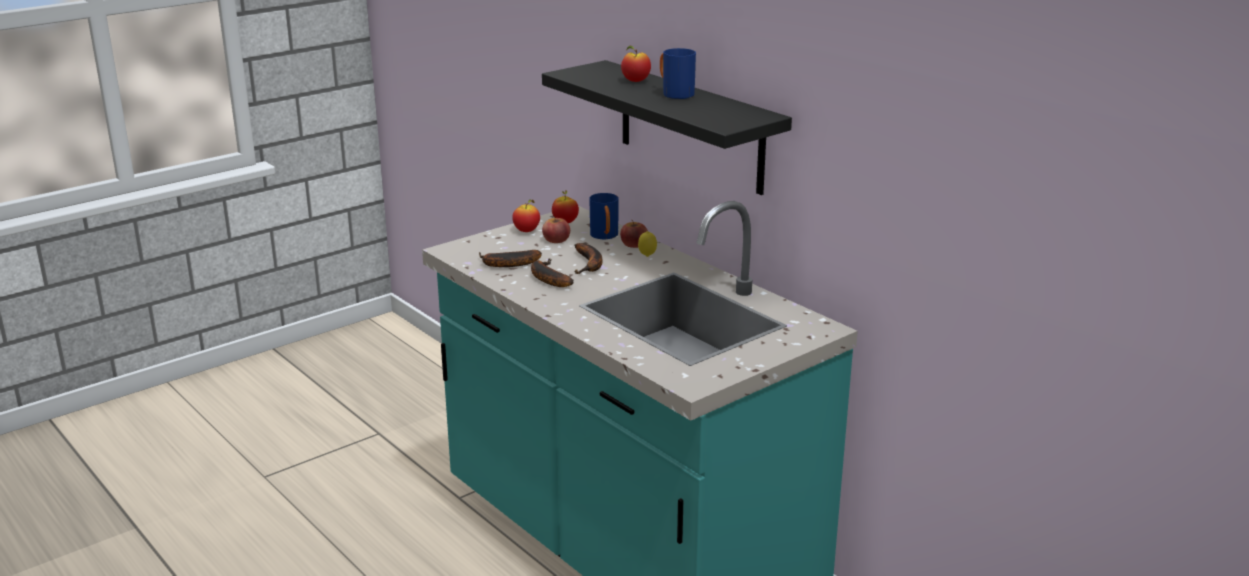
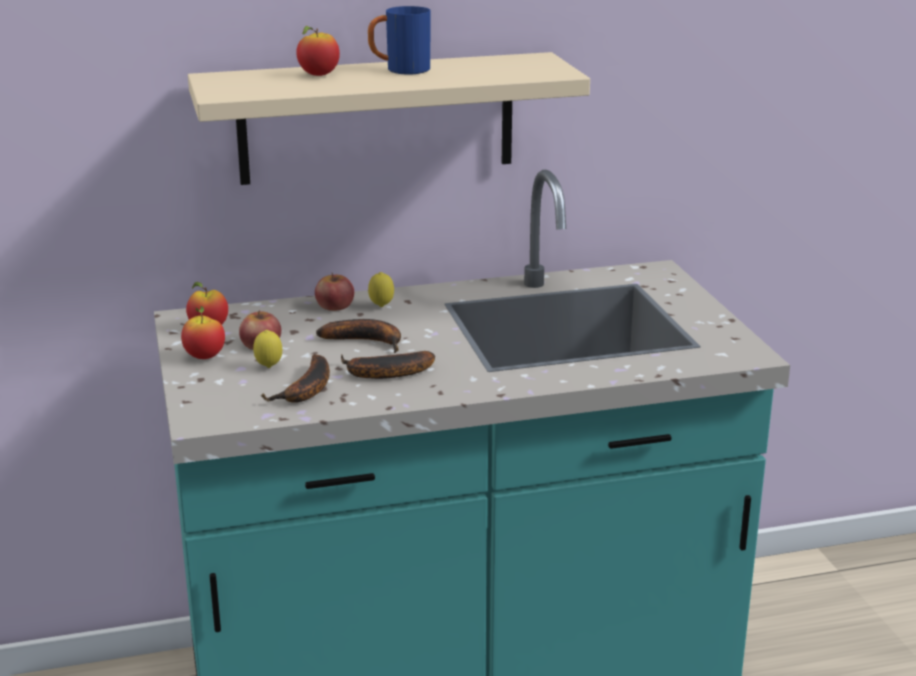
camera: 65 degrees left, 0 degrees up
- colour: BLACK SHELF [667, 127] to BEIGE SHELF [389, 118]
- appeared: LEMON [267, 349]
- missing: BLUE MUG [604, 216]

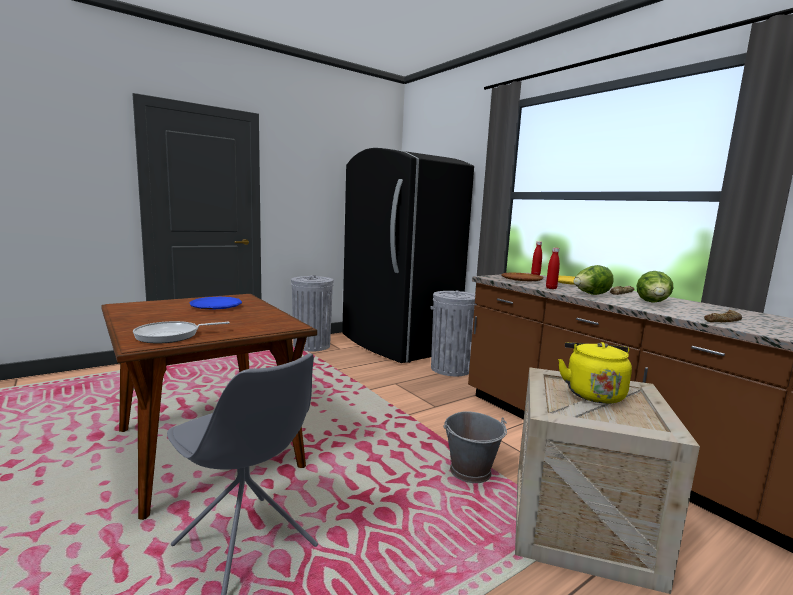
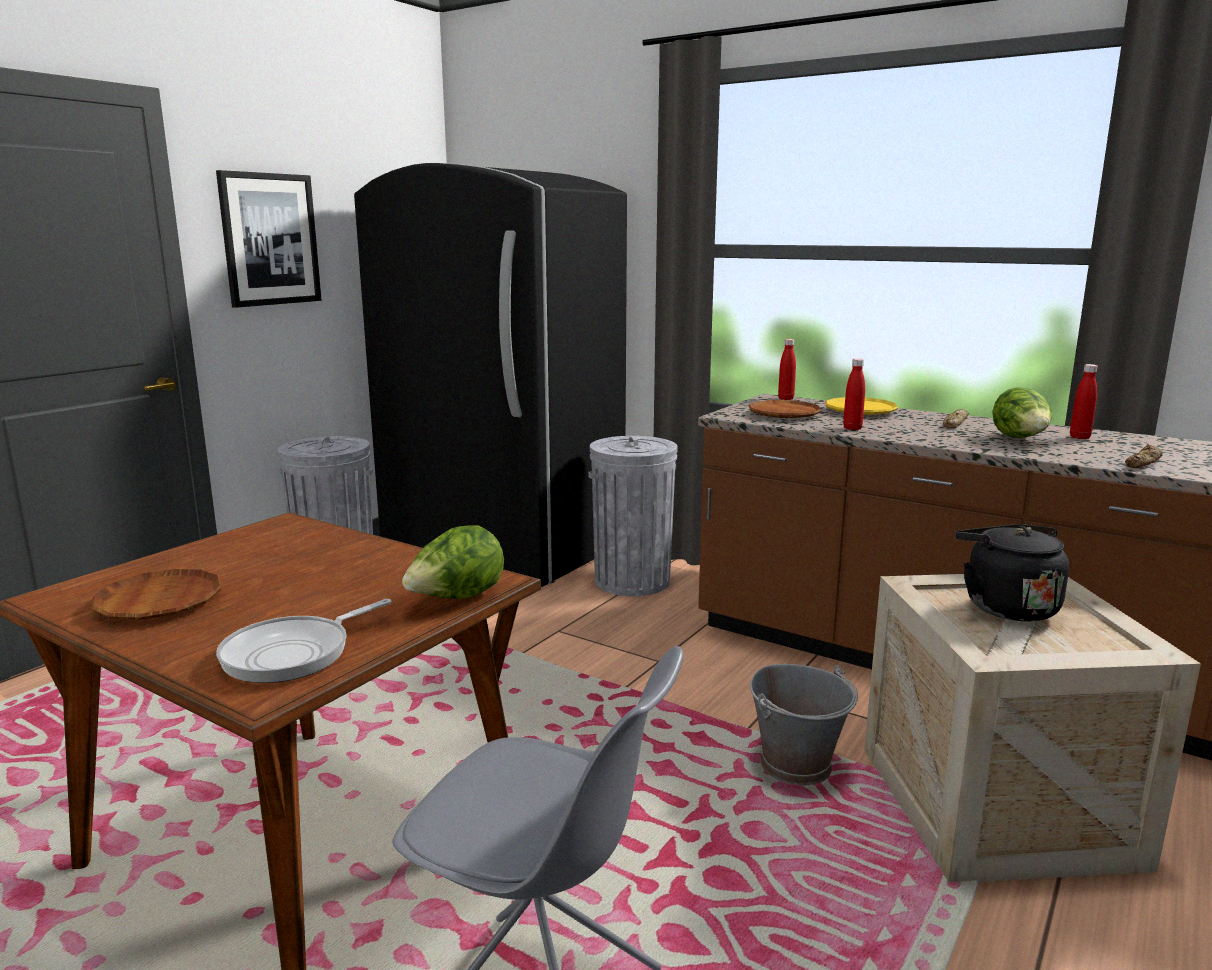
camera: 20 degrees left, 5 degrees up
- appeared: BROWN PLATE [156, 594]
- appeared: PICTURE [269, 239]
- relocated: LETTUCE [594, 280] to [453, 562]
- colour: YELLOW KETTLE [595, 373] to BLACK KETTLE [1012, 573]
- appeared: RED BOTTLE [1084, 401]
- missing: BLUE PLATE [216, 303]

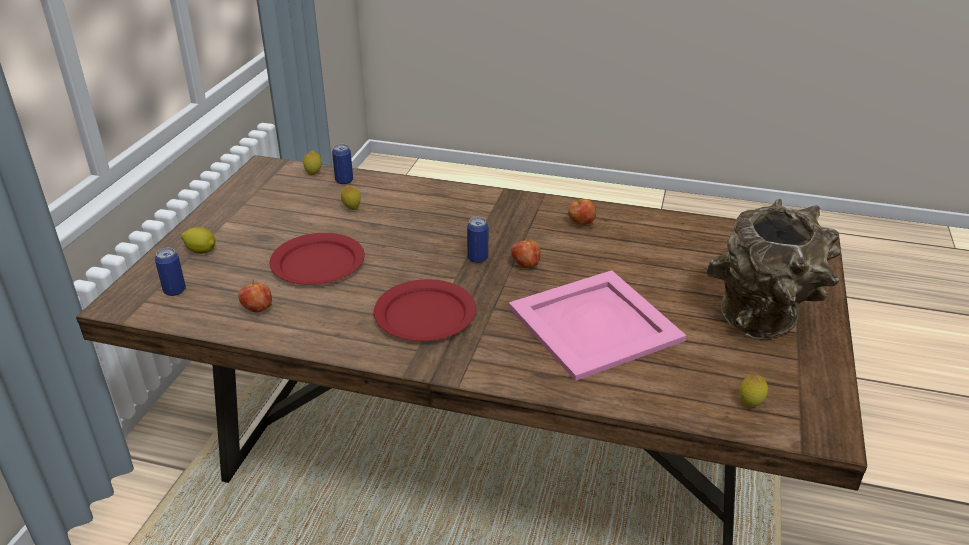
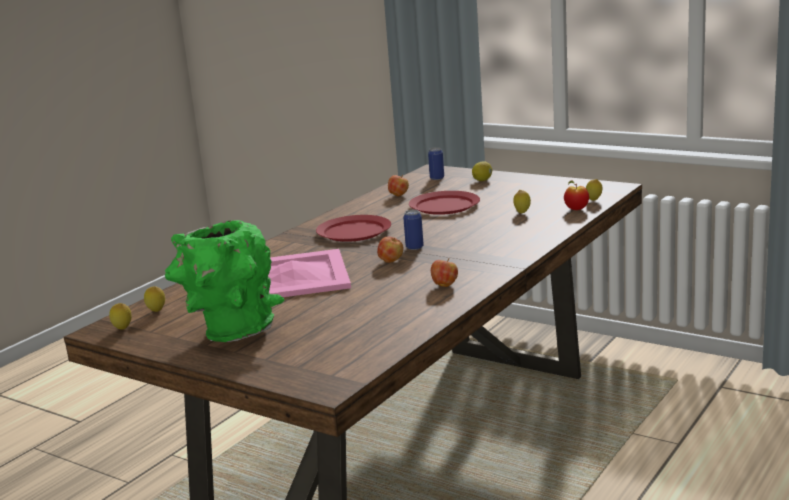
camera: 110 degrees right, 15 degrees down
- appeared: LEMON [120, 316]
- colour: BROWN VASE [774, 269] to GREEN VASE [225, 281]
- exchanged: CAN [342, 164] to APPLE [576, 195]

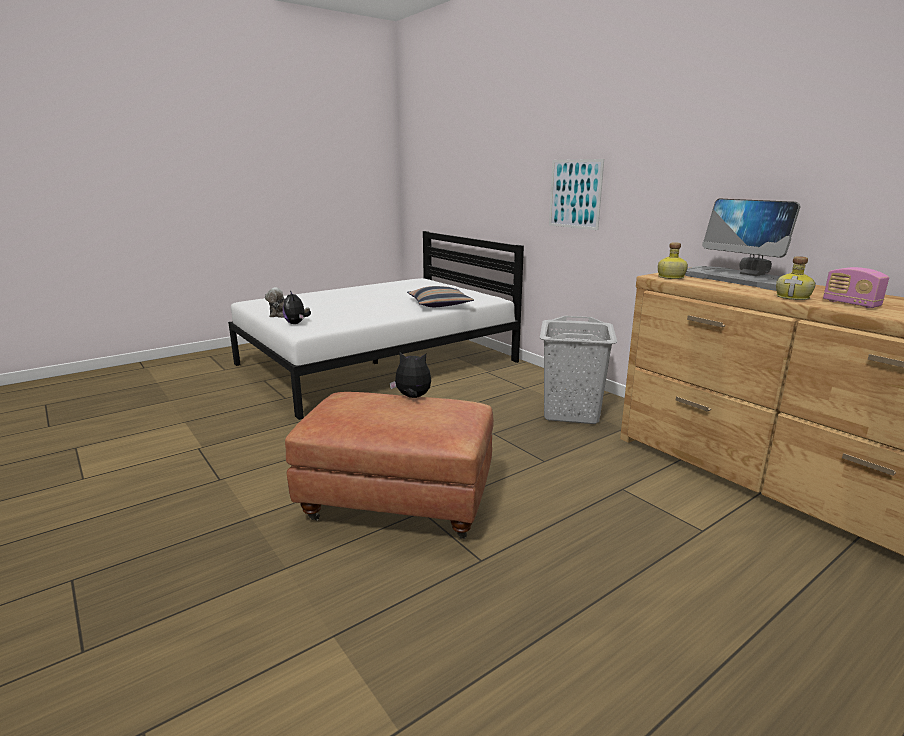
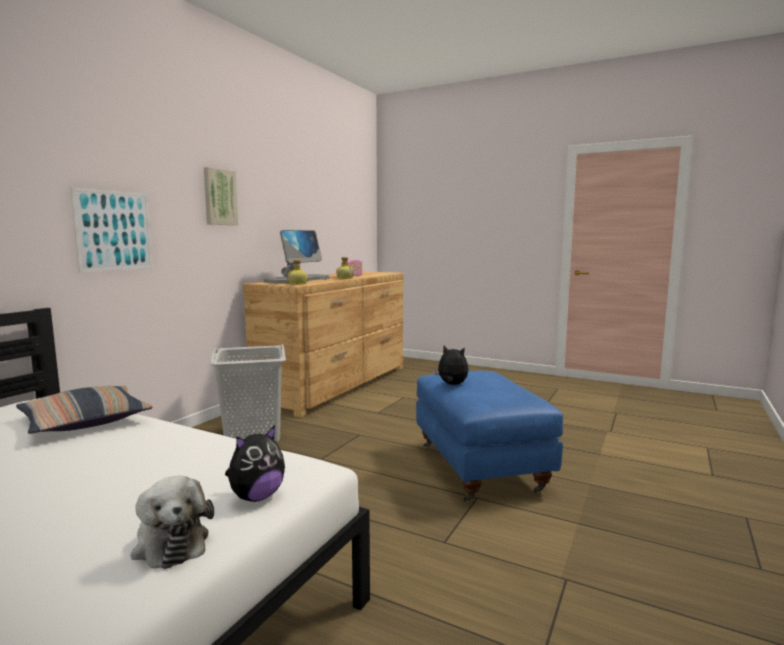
camera: 115 degrees left, 10 degrees down
- appeared: PICTURE [221, 196]
- colour: BROWN OTTOMAN [389, 465] to BLUE OTTOMAN [489, 437]
- spun: PLUSH TOY [410, 375] = [450, 365] 135 degrees clockwise

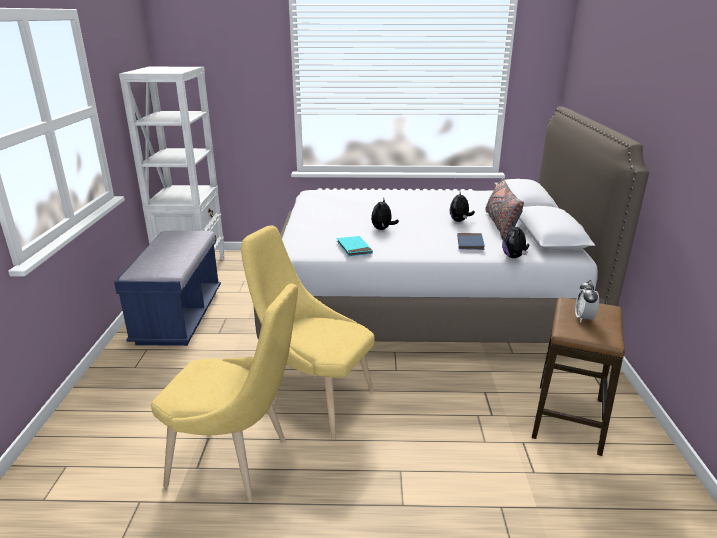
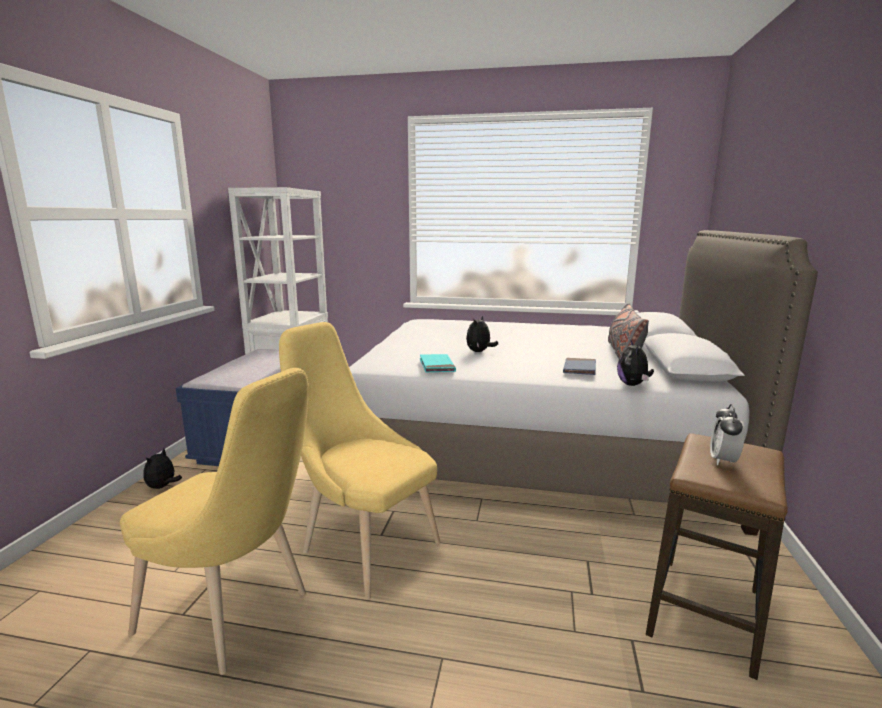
camera: 10 degrees right, 10 degrees down
- relocated: PLUSH TOY [462, 207] to [162, 469]

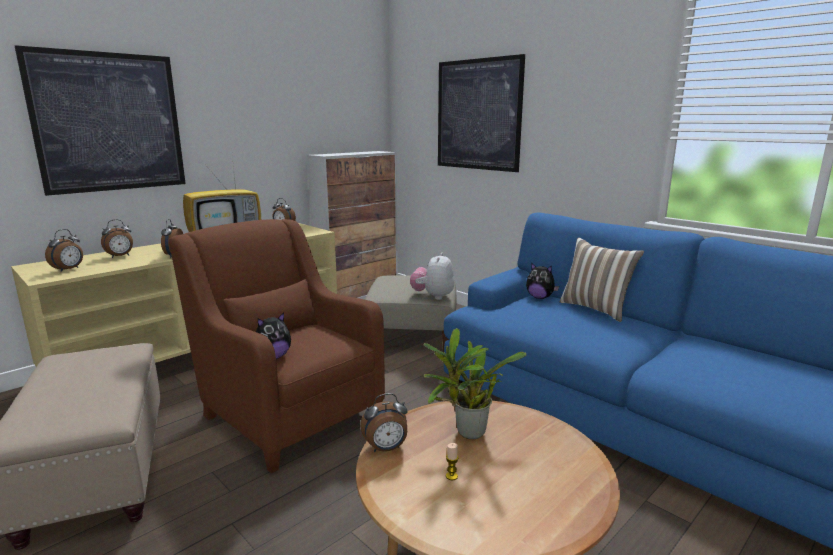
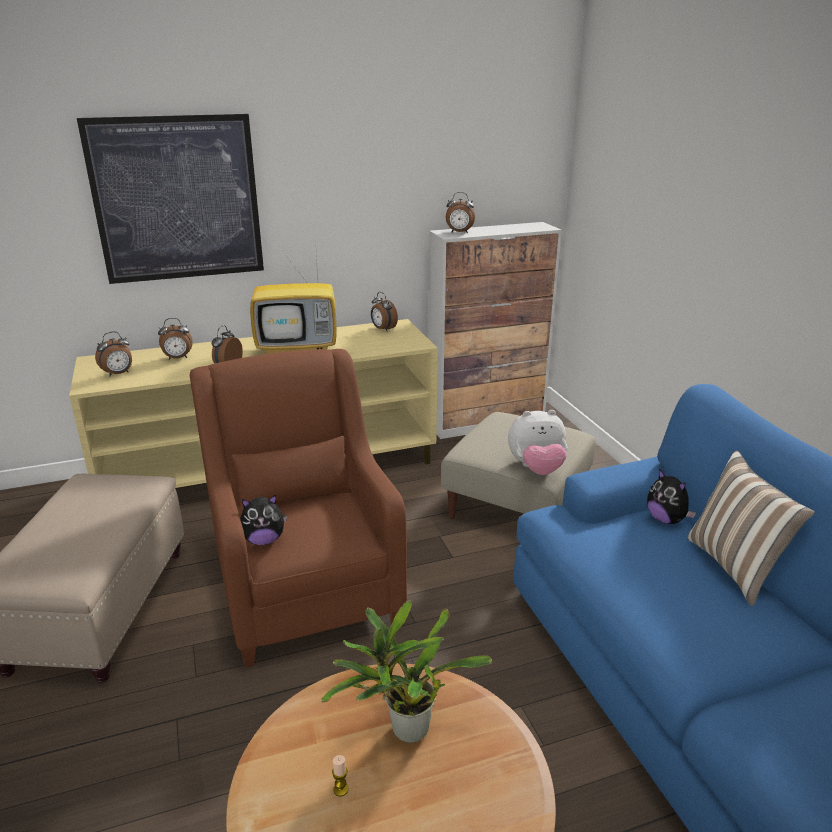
camera: 25 degrees right, 10 degrees up
- relocated: ALARM CLOCK [383, 422] to [460, 212]
- spun: PLUSH TOY [432, 276] = [537, 442] 135 degrees counterclockwise
- missing: PICTURE [481, 113]

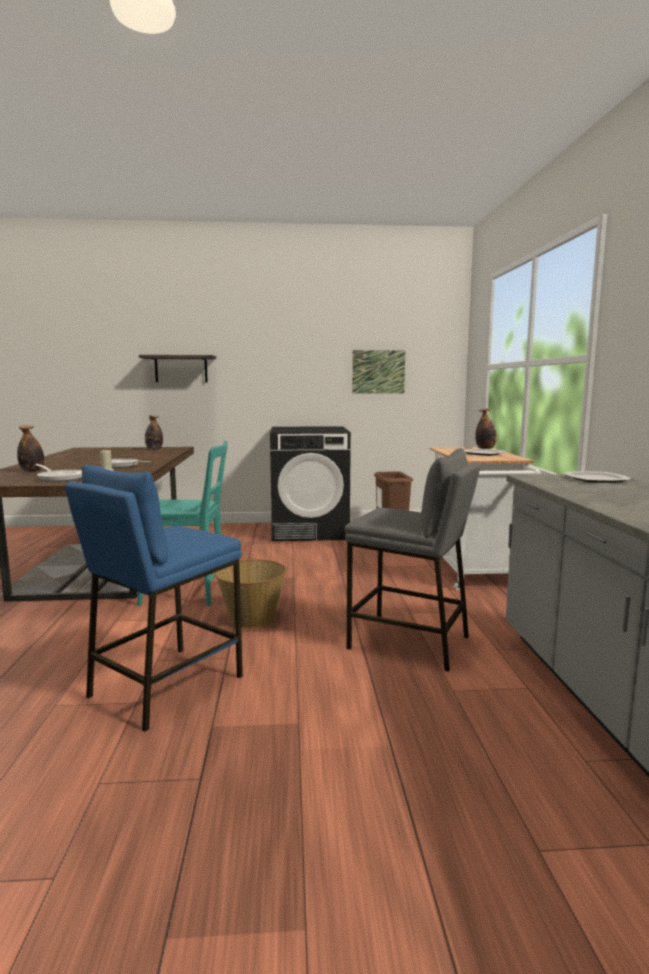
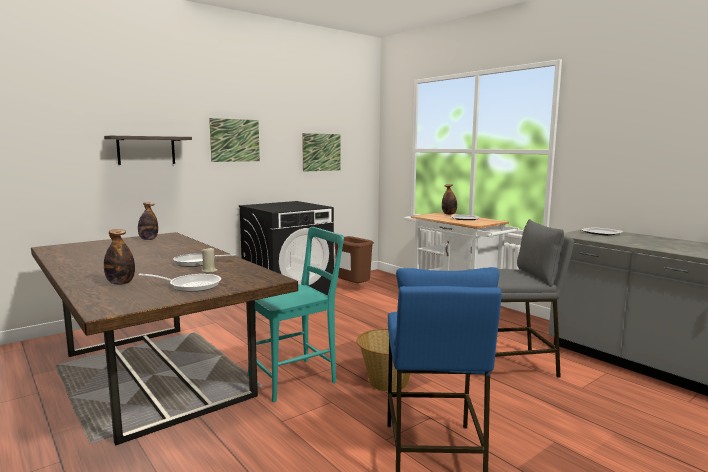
camera: 35 degrees left, 0 degrees up
- appeared: PICTURE [234, 140]

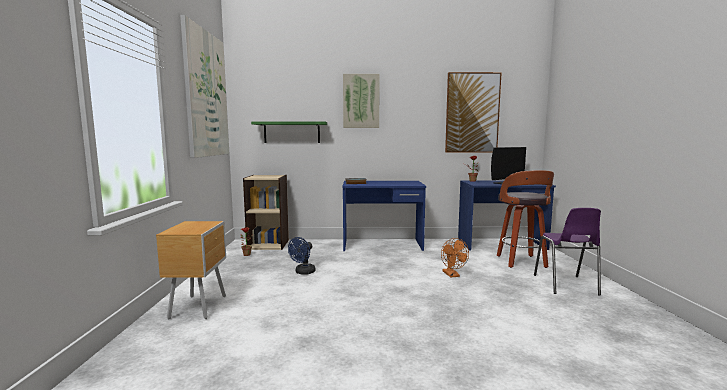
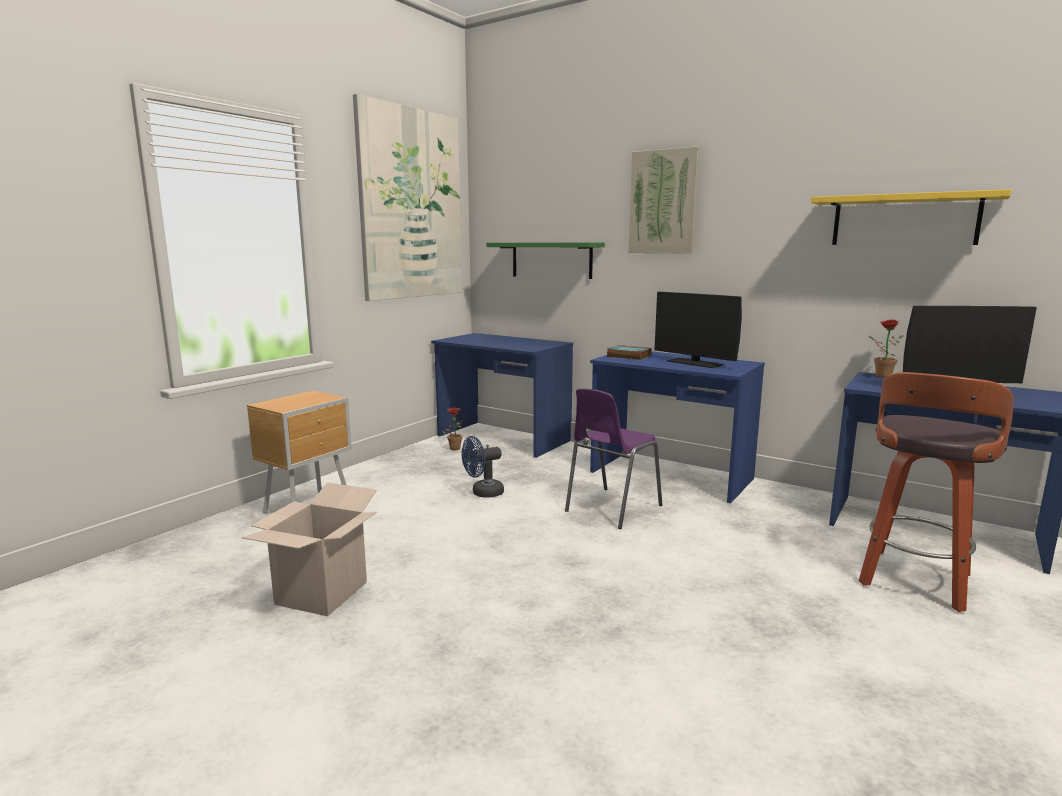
camera: 35 degrees right, 5 degrees up
- appeared: CARDBOARD BOX [309, 549]
- exchanged: BEIGE BOOKCASE [266, 212] to BLUE DESK [502, 395]
- relocated: PURPLE CHAIR [567, 252] to [613, 458]
- appeared: MONITOR [698, 330]
- exchanged: PICTURE [473, 112] to YELLOW SHELF [911, 217]
- missing: ORANGE FAN [455, 258]

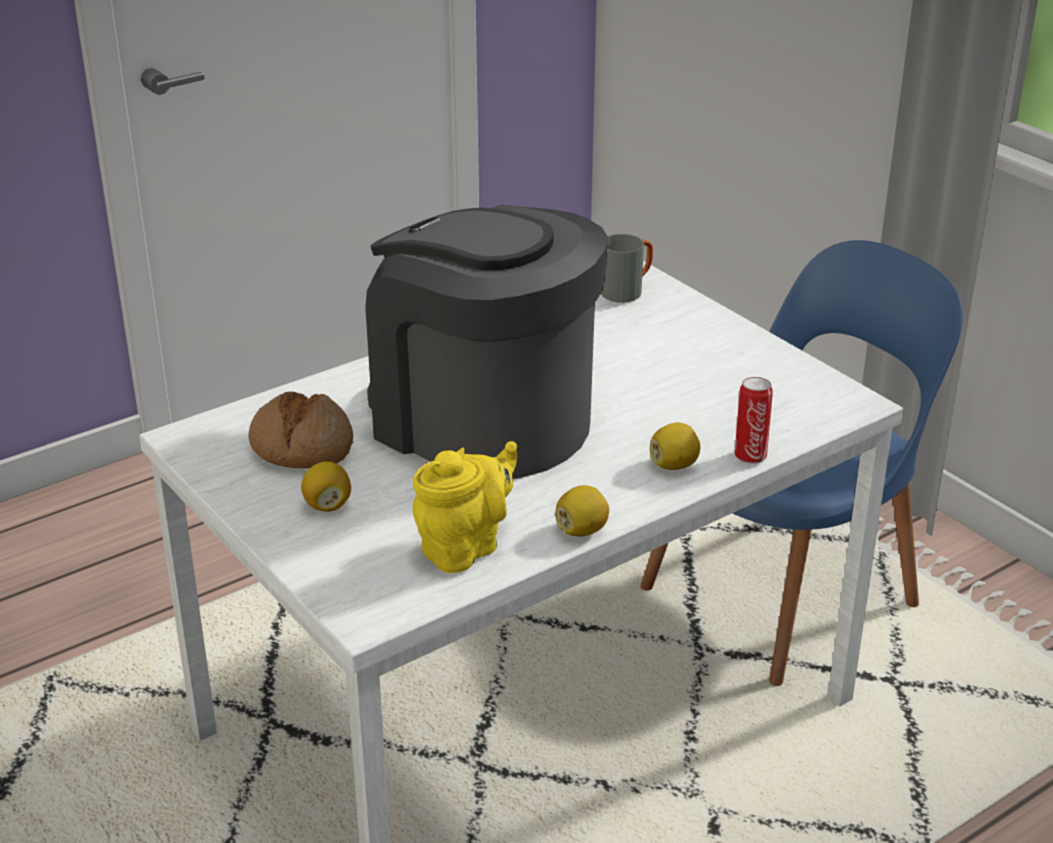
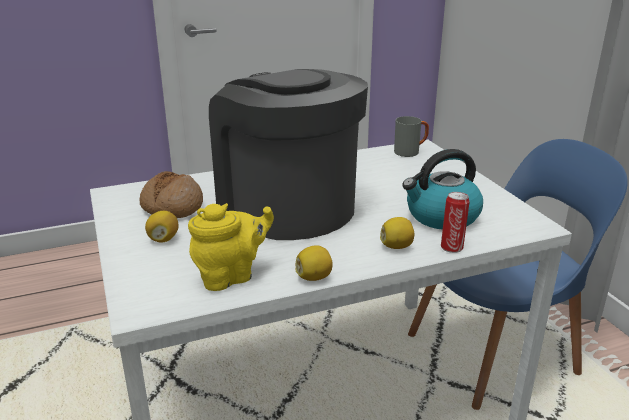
camera: 15 degrees right, 5 degrees down
- appeared: KETTLE [442, 189]

